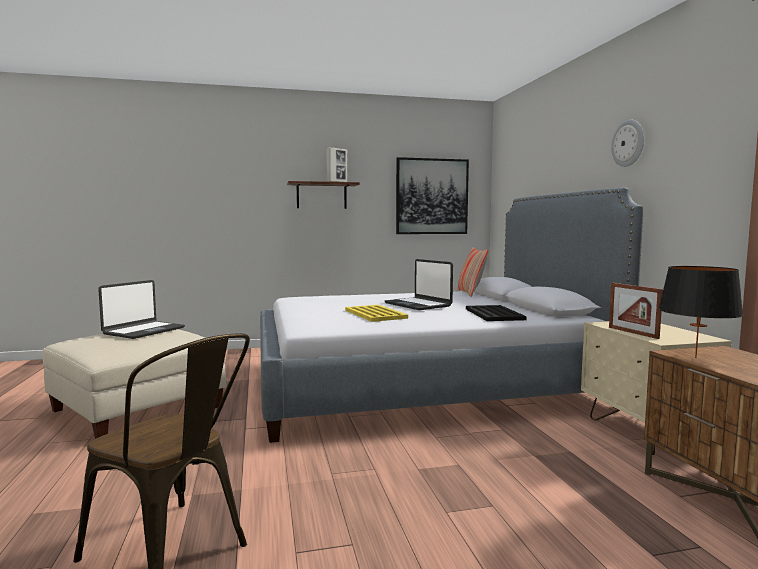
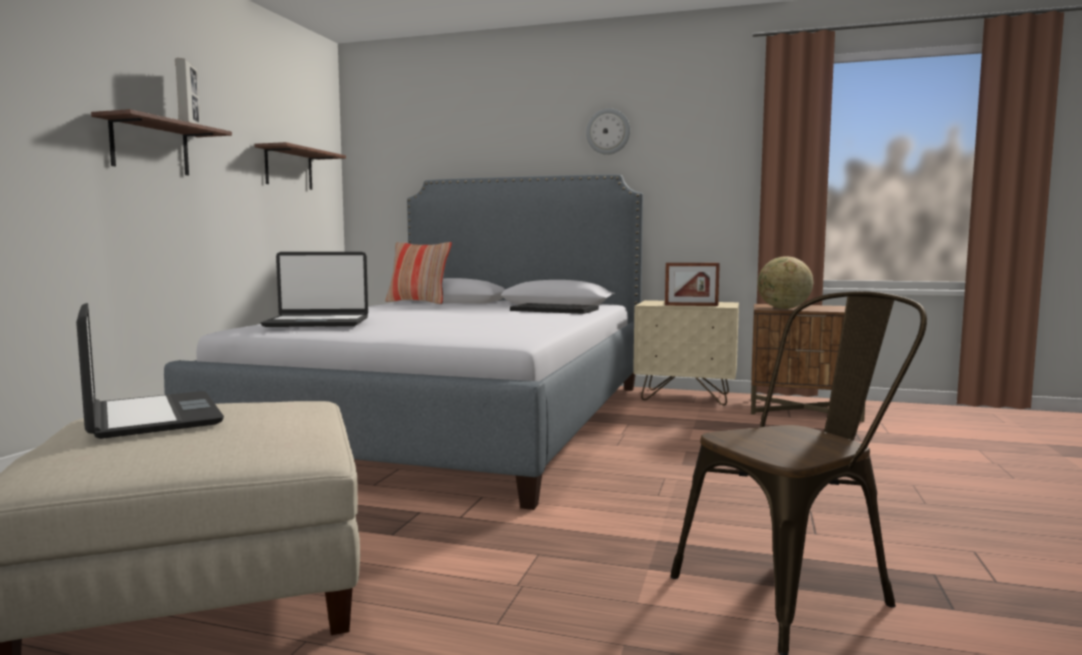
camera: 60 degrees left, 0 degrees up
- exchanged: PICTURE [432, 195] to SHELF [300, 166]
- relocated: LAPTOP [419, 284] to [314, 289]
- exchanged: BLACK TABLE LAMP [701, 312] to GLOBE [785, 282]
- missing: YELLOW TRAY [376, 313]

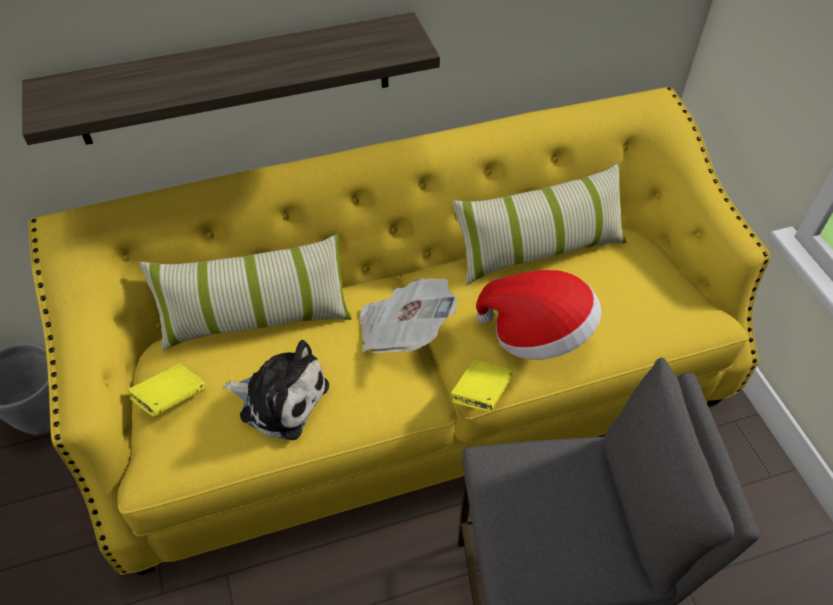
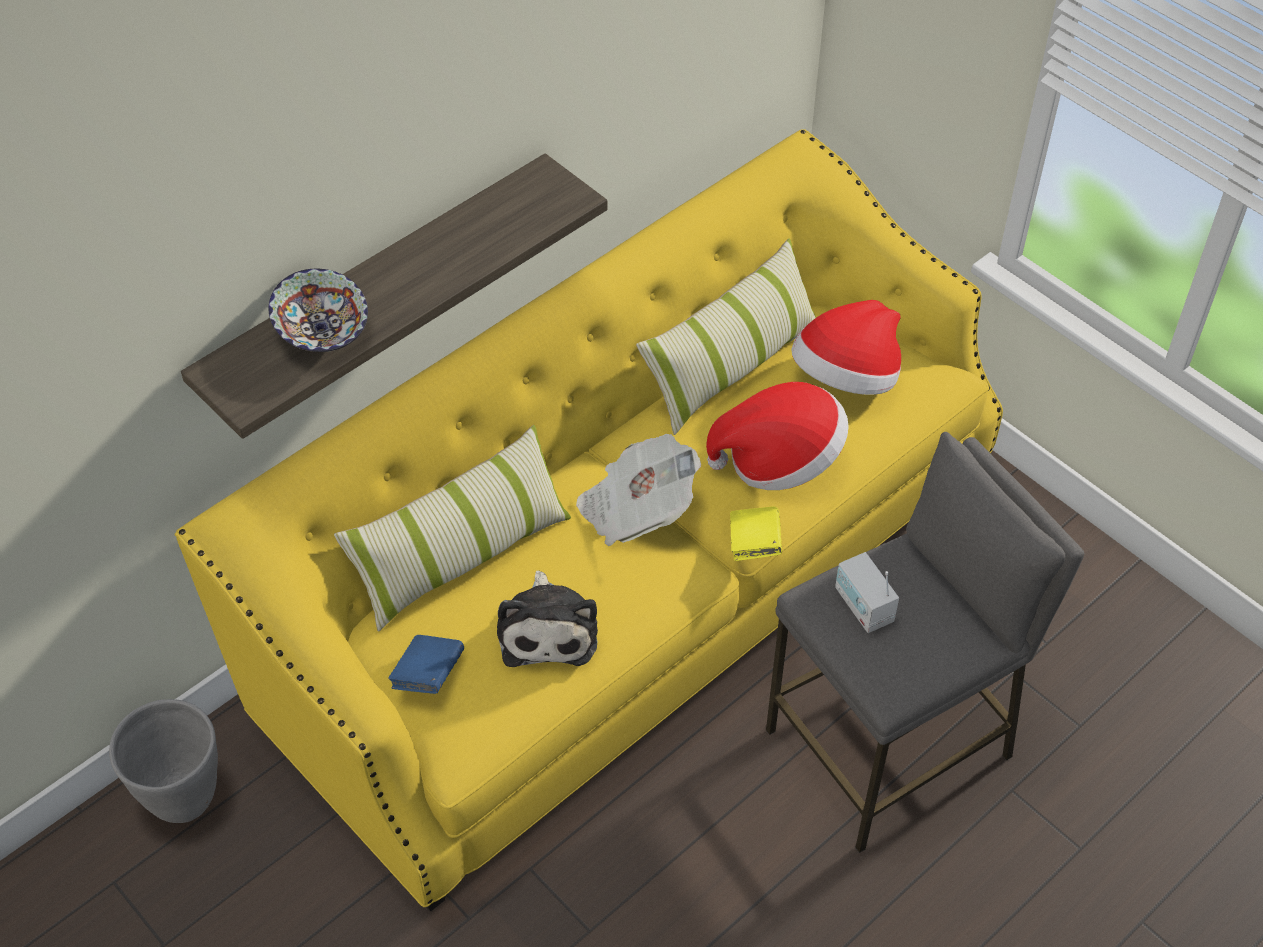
camera: 25 degrees left, 0 degrees up
- appeared: BOWL [318, 310]
- colour: YELLOW BOOK [167, 390] to BLUE BOOK [426, 664]
- spun: PLUSH TOY [276, 390] = [547, 618] 90 degrees clockwise
- appeared: HAT [846, 347]
- appeared: RADIO [867, 592]

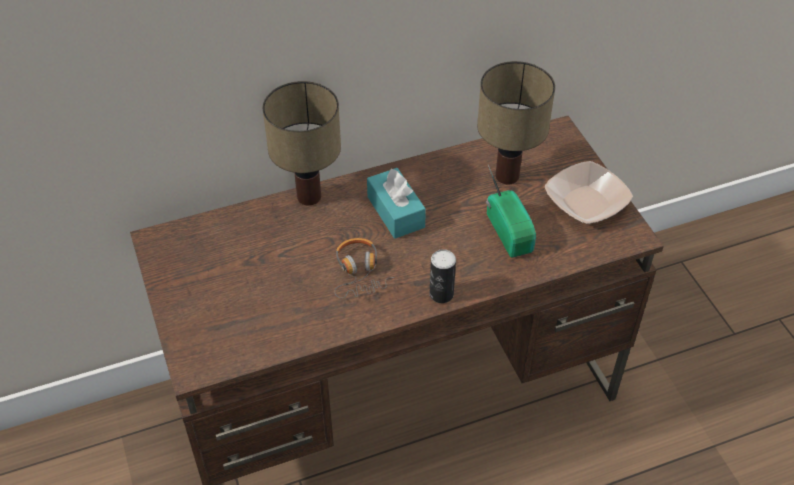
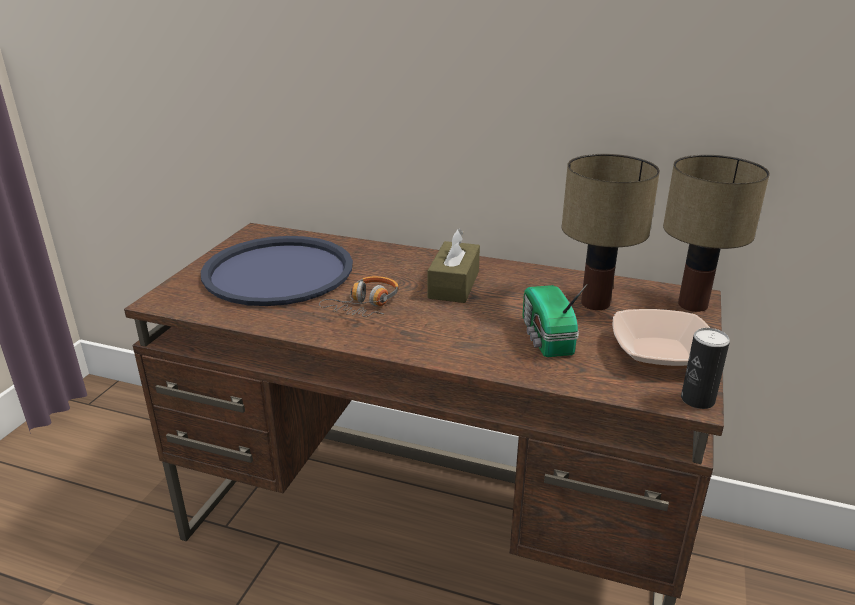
camera: 40 degrees right, 20 degrees down
- appeared: BLUE TRAY [277, 271]
- colour: TURQUOISE TISSUE BOX [396, 203] to BROWN TISSUE BOX [454, 266]
- spun: RADIO [511, 211] = [555, 321] 150 degrees clockwise
- relocated: TABLE LAMP [302, 143] to [716, 233]
- relocated: CAN [443, 276] to [705, 368]

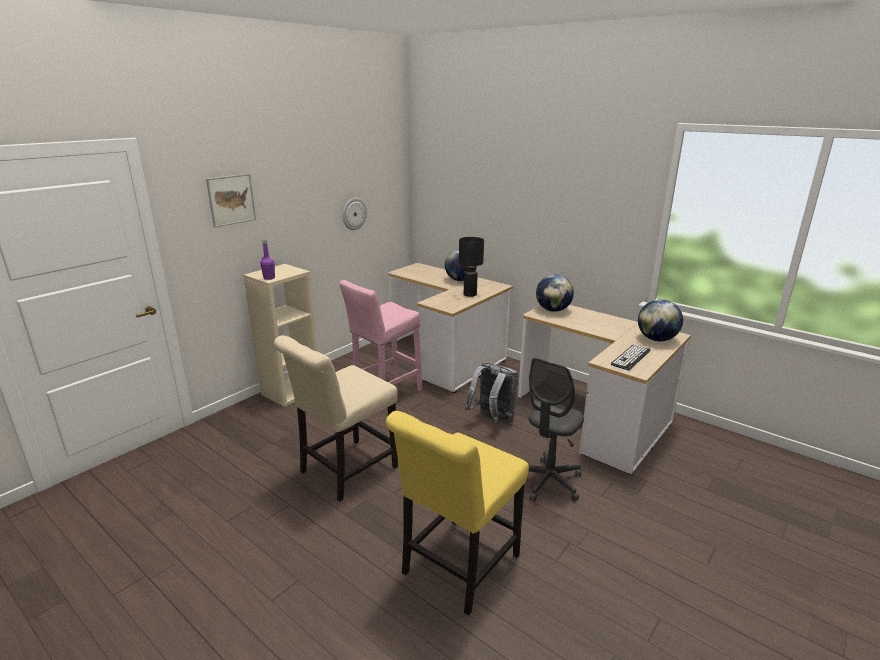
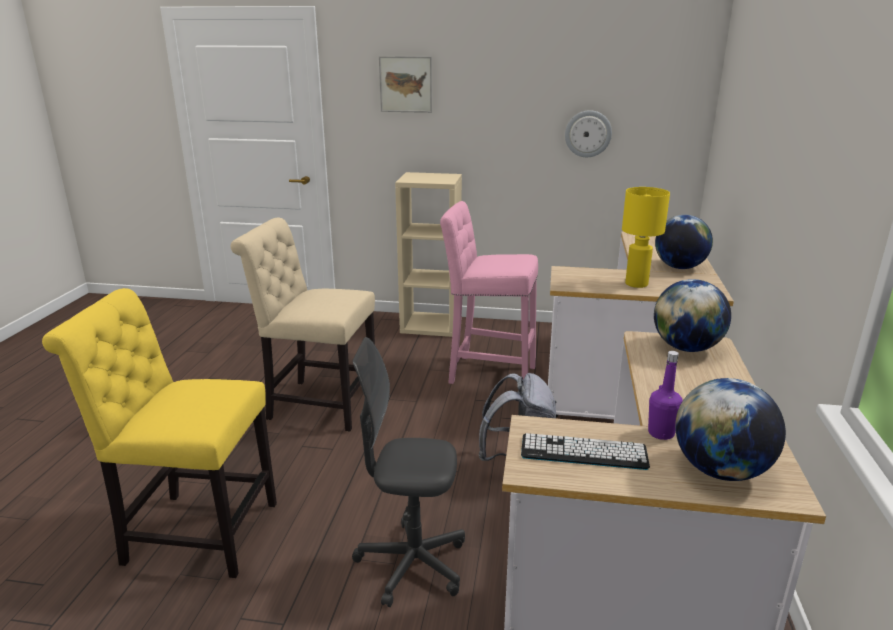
camera: 60 degrees right, 0 degrees up
- colour: BLACK TABLE LAMP [471, 267] to YELLOW TABLE LAMP [646, 237]
- relocated: PURPLE BOTTLE [267, 260] to [665, 395]

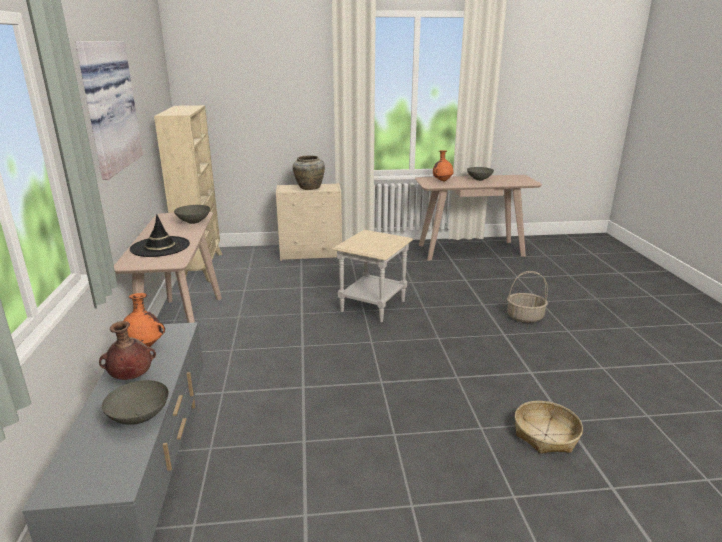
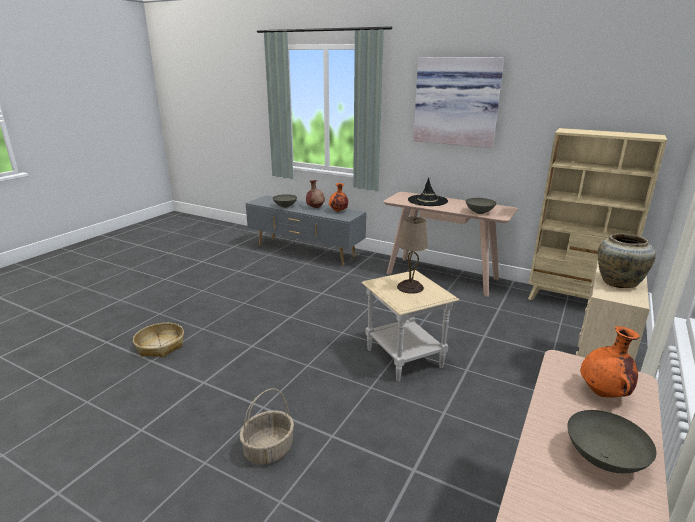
camera: 125 degrees right, 0 degrees up
- appeared: BEIGE TABLE LAMP [412, 255]

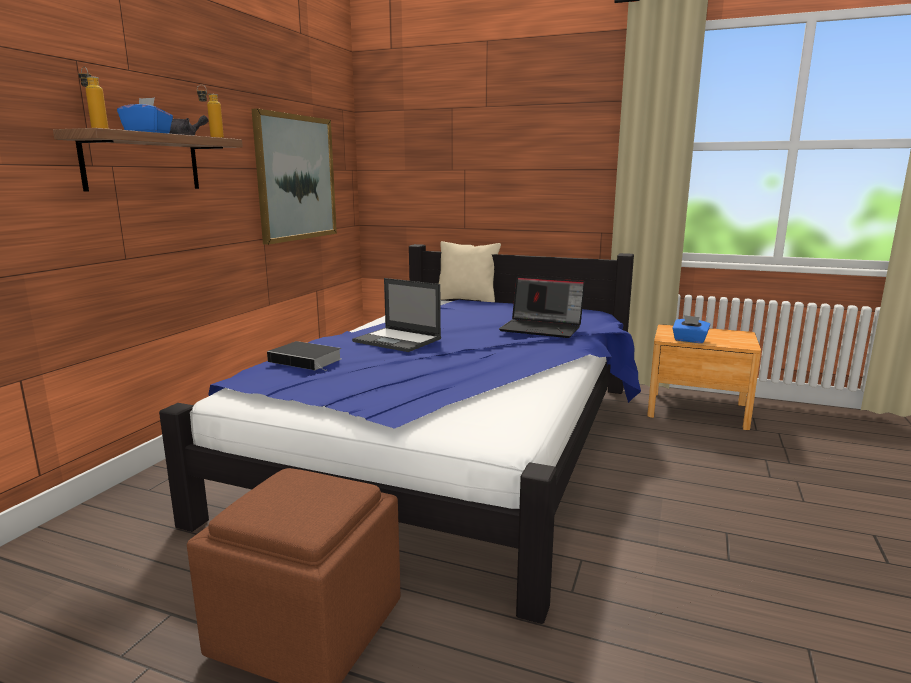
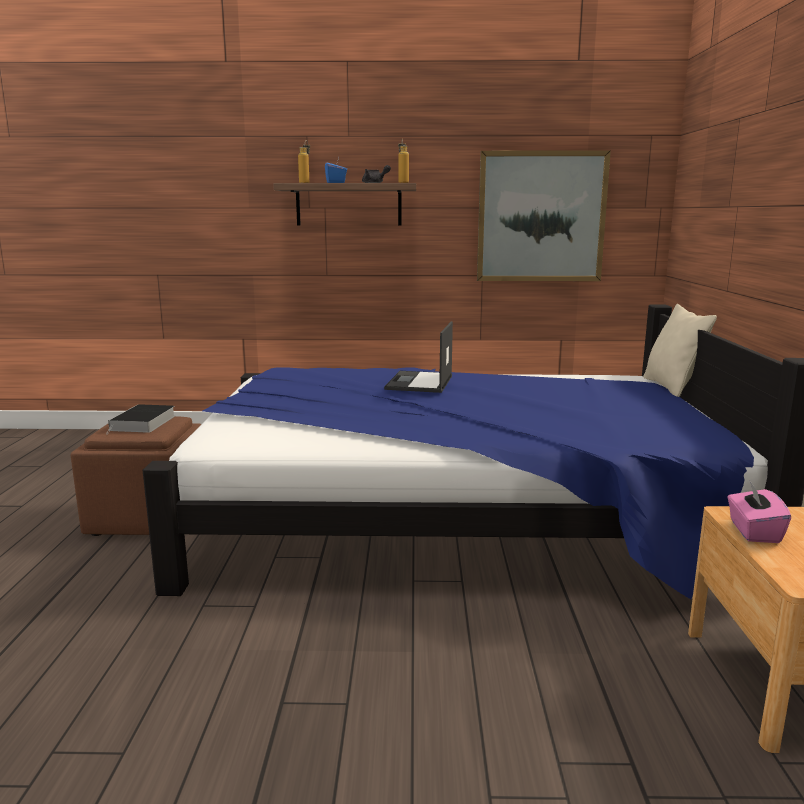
camera: 70 degrees right, 0 degrees up
- relocated: BOOK [304, 356] to [140, 419]
- colour: BLUE TISSUE BOX [691, 329] to PINK TISSUE BOX [759, 512]
- missing: LAPTOP [542, 307]

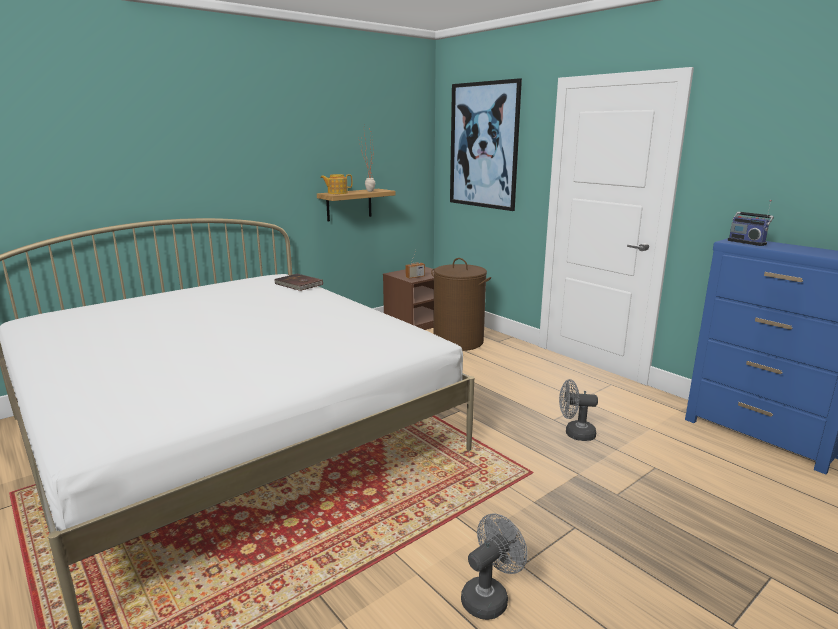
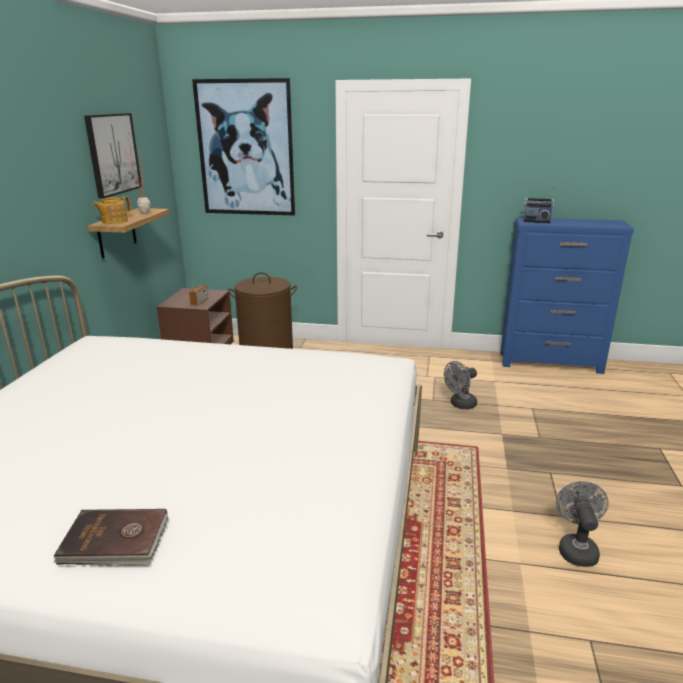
camera: 40 degrees left, 5 degrees up
- relocated: BROWN BOOK [298, 282] to [111, 537]
- appeared: PICTURE [113, 156]

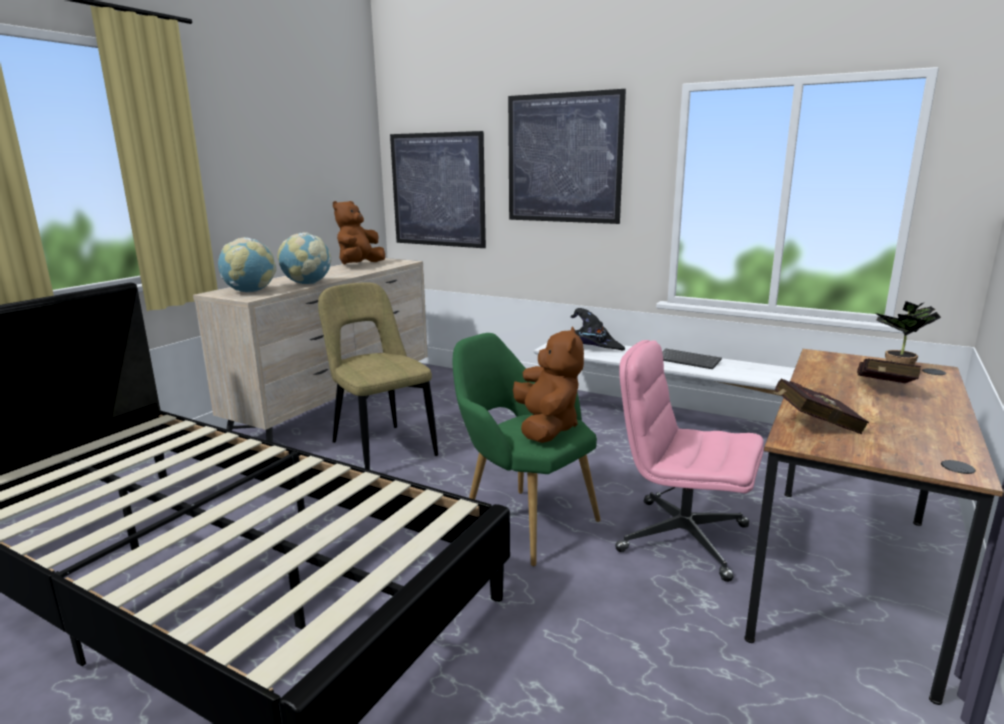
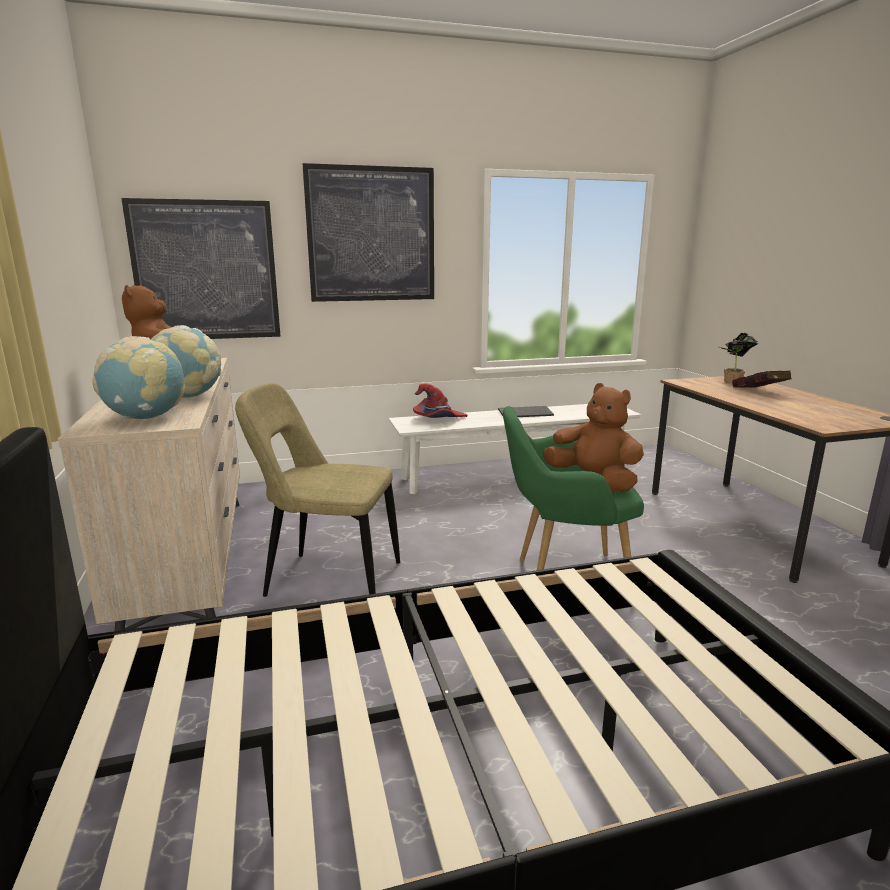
camera: 45 degrees left, 0 degrees up
- colour: BLACK HAT [598, 329] to RED HAT [440, 401]
- missing: PINK OFFICE CHAIR [689, 461]
- missing: RED BOOK [819, 406]

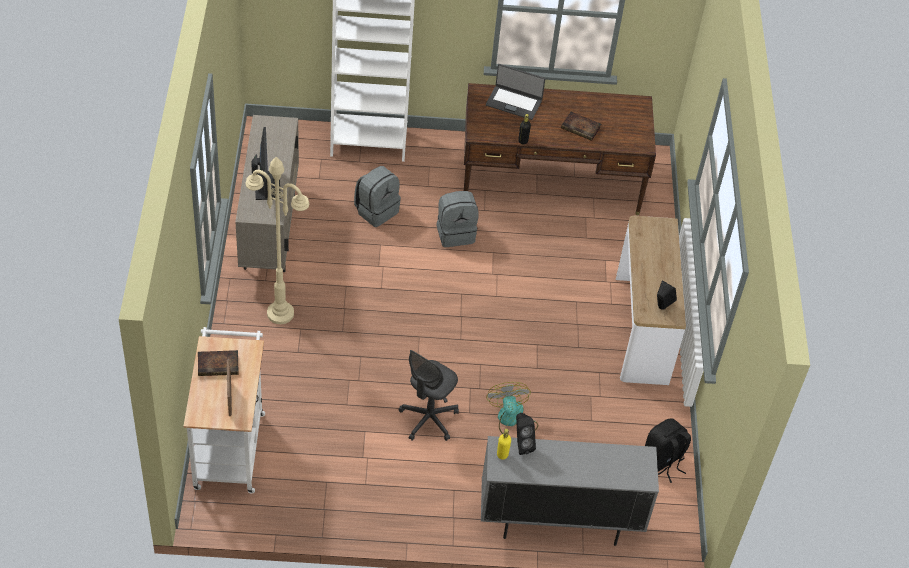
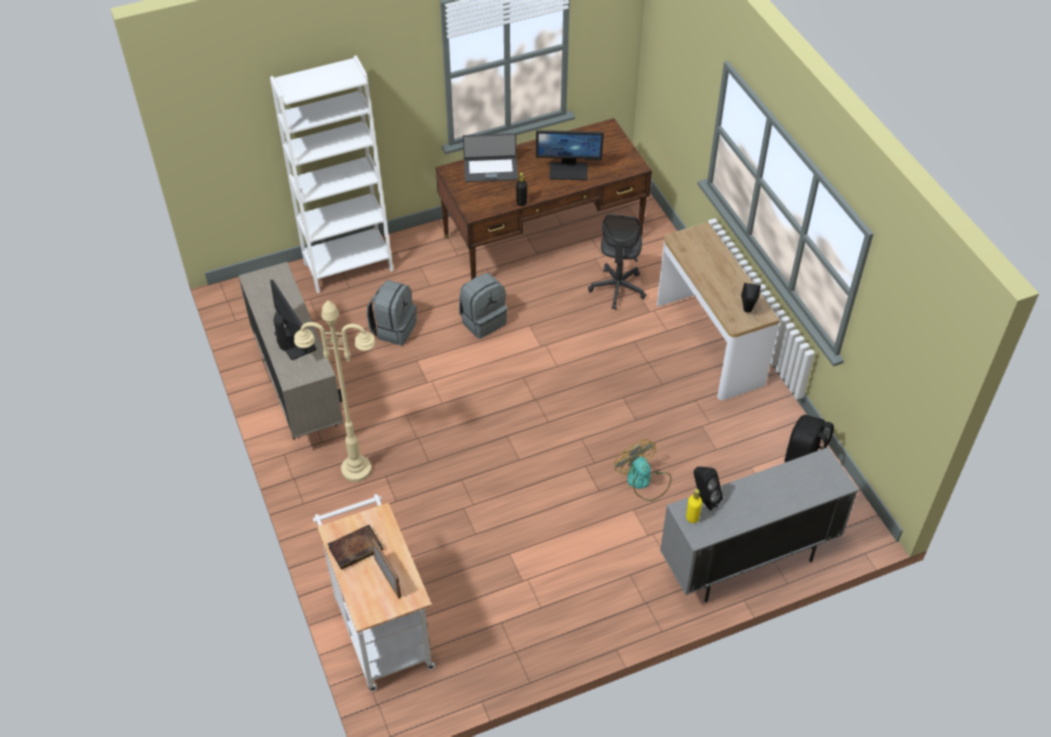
camera: 20 degrees left, 0 degrees up
- exchanged: BOOK [581, 126] to MONITOR [570, 155]
- relocated: GREY OFFICE CHAIR [429, 395] to [617, 262]

